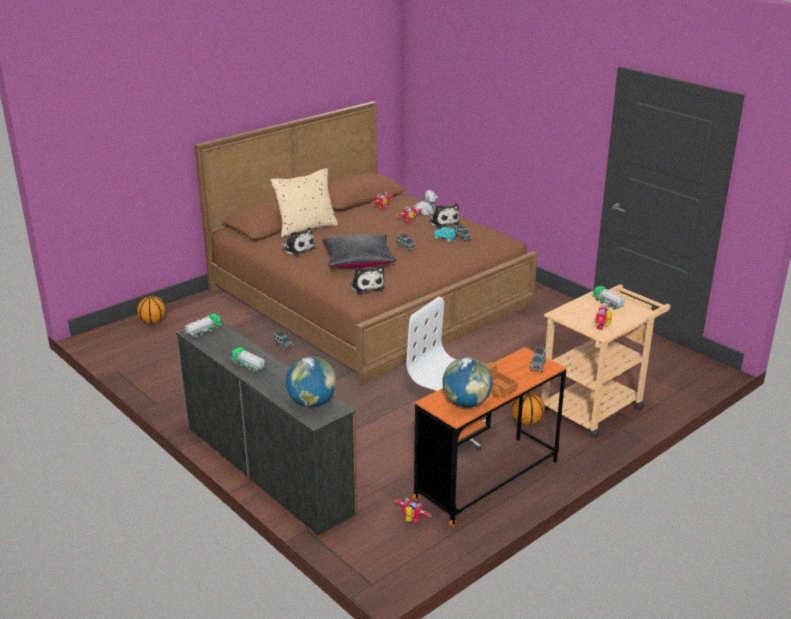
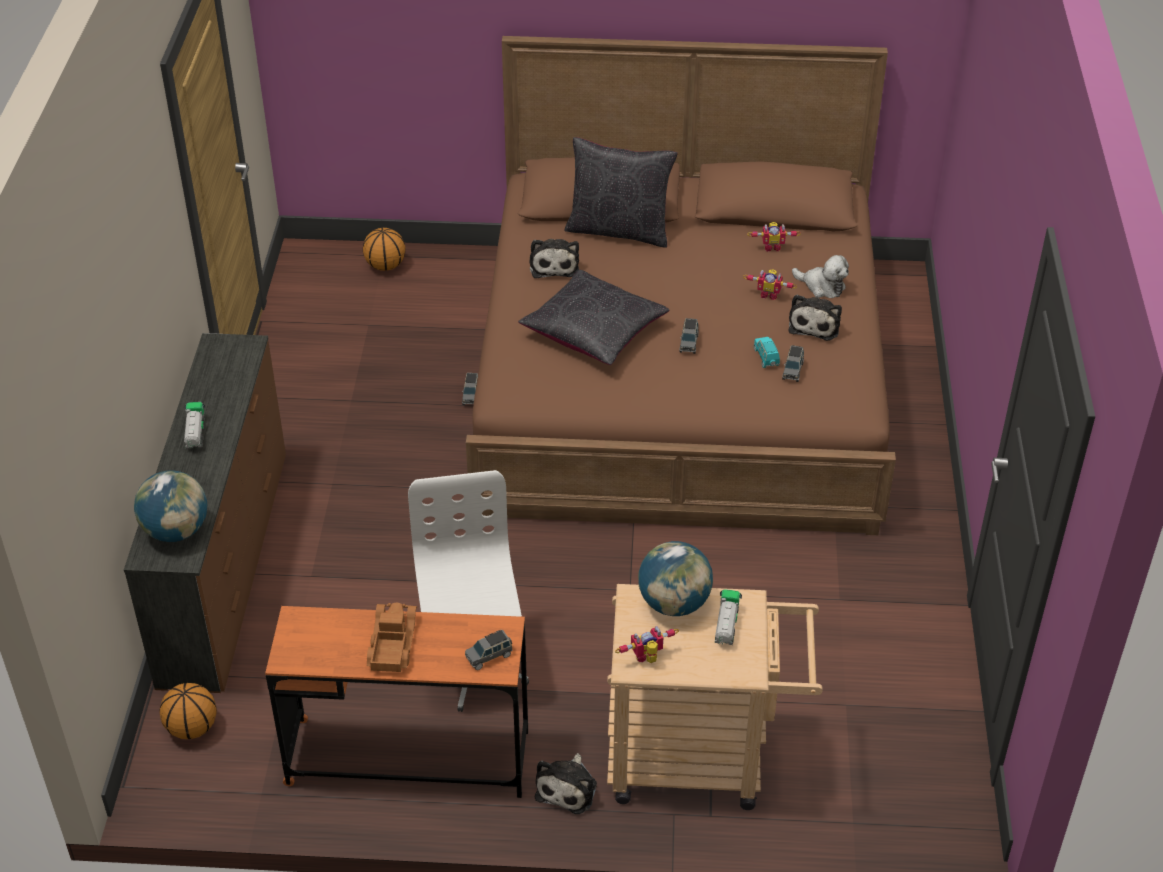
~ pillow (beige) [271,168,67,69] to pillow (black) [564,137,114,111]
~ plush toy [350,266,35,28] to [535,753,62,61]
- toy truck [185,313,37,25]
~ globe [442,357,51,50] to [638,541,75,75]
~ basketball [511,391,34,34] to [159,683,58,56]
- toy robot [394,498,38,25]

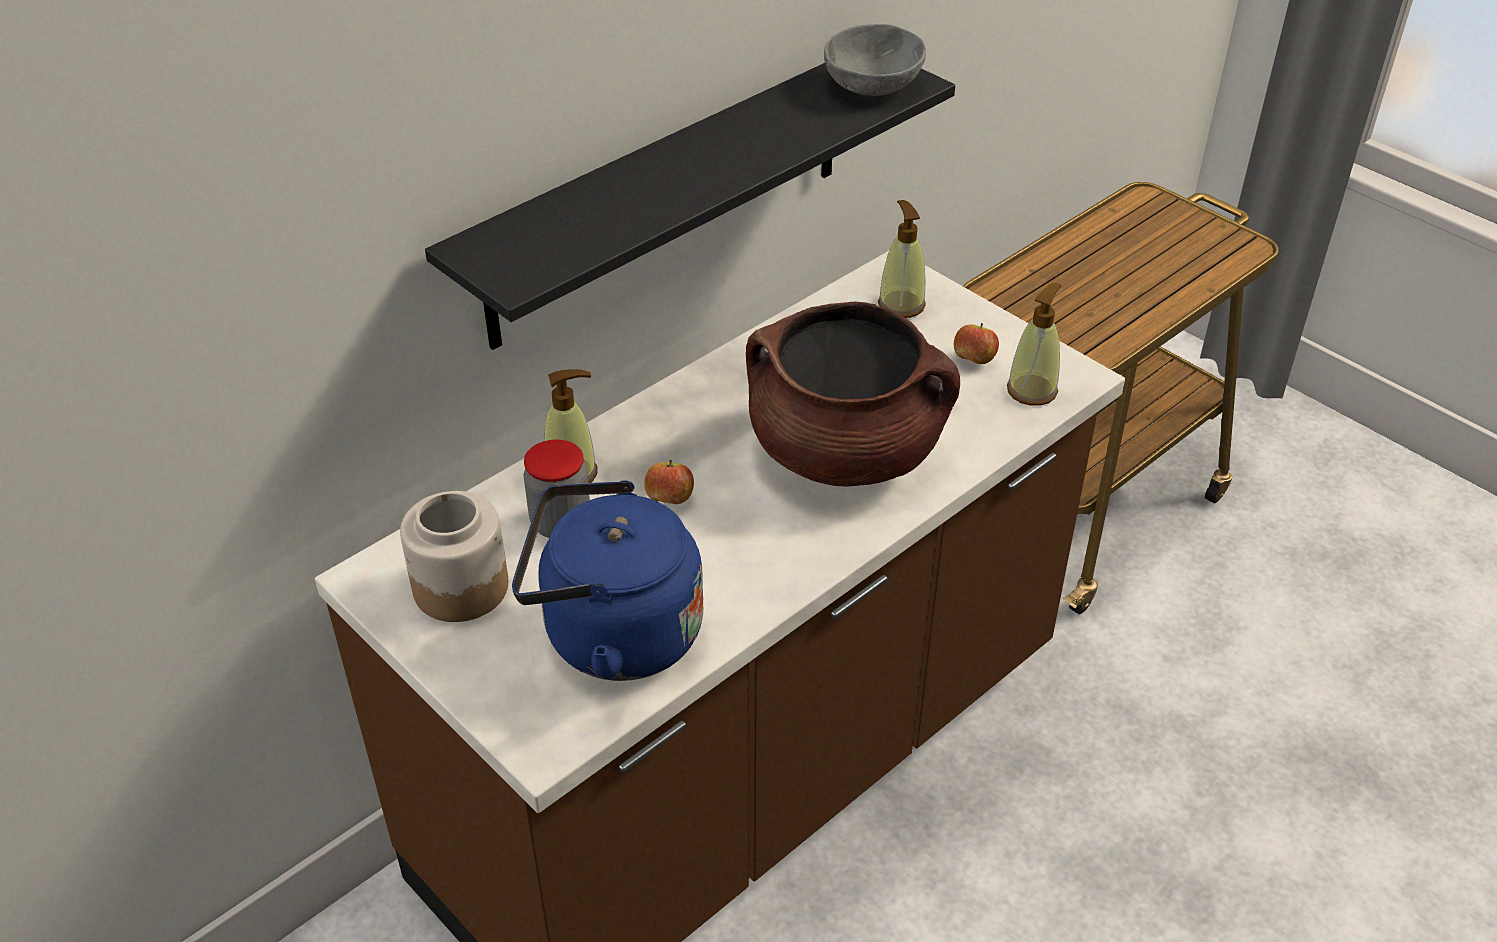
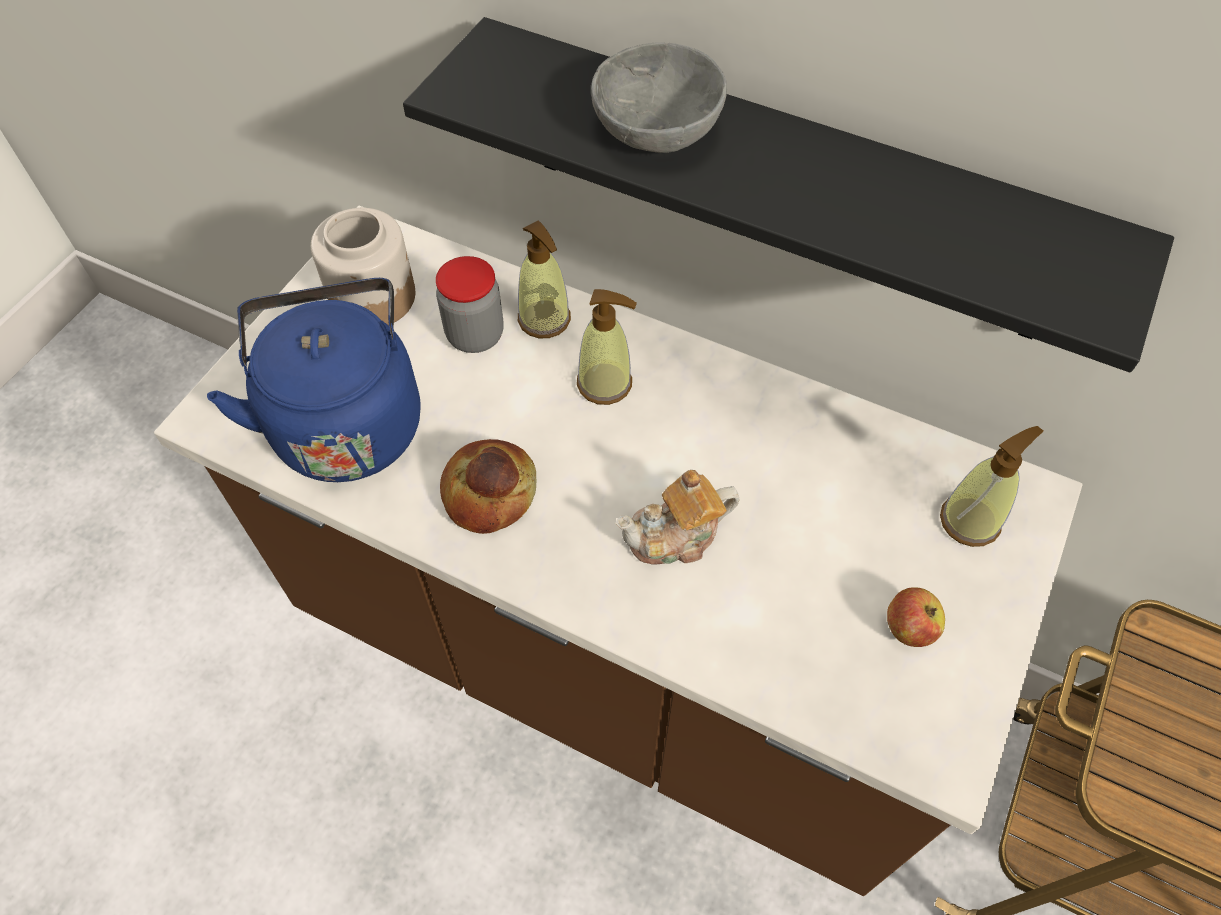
~ bowl (grey) [824,24,102,72] to [591,42,136,111]
~ soap dispenser [1007,283,55,123] to [577,289,60,116]
~ cooking pot (brown) [746,302,214,184] to teapot [615,470,124,95]
- apple [644,460,50,44]
+ bread [440,439,96,95]

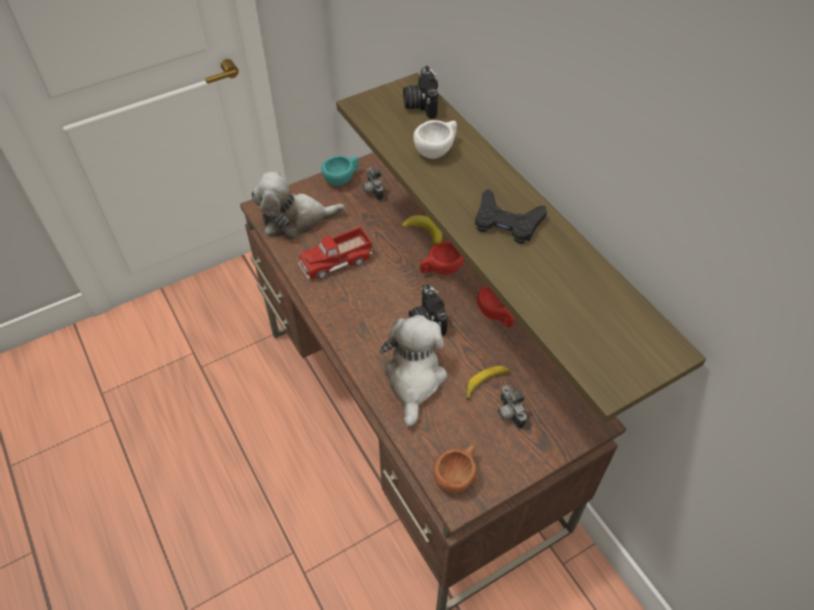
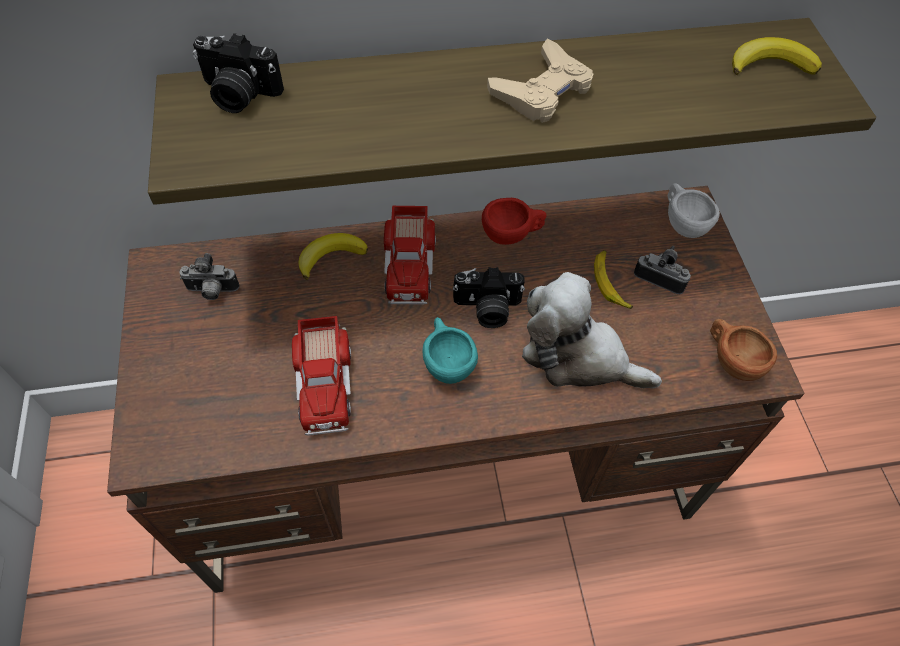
~ cup (white) [413,120,44,39] to [668,183,52,55]
~ cup (turquoise) [321,155,38,31] to [422,317,56,67]
- plush toy [251,172,94,67]
~ game controller (black) [475,189,72,55] to game controller (beige) [487,39,107,84]
~ cup (red) [420,242,44,33] to toy truck [384,206,52,99]
~ photo camera [498,385,29,44] = [634,246,57,48] 150 degrees counterclockwise
+ banana [732,37,90,38]

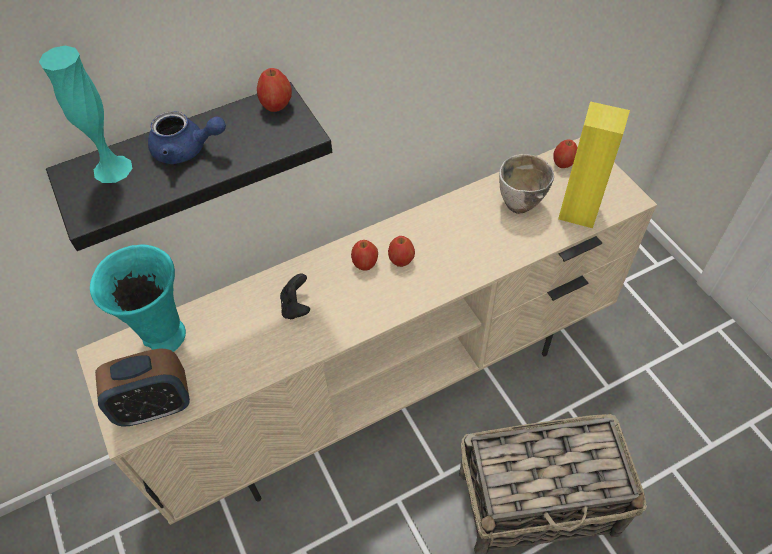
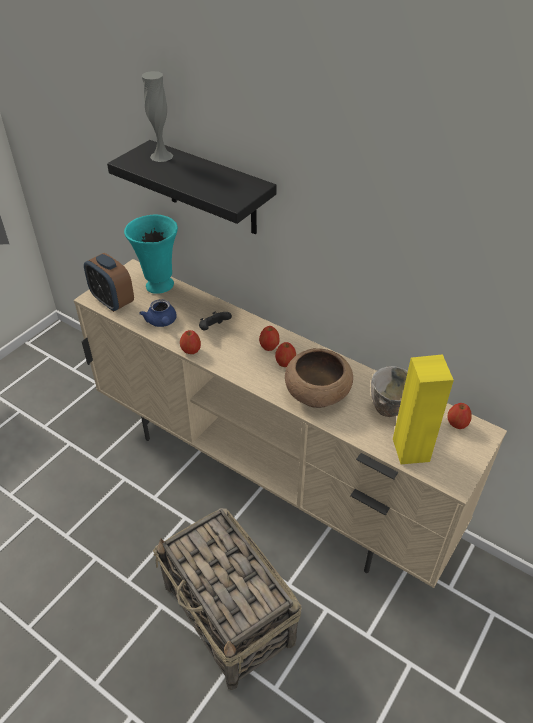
~ vase (turquoise) [39,46,93,137] to vase (grey) [142,71,31,91]
~ apple [257,68,35,44] to [180,330,21,24]
~ teapot (blue) [148,111,78,53] to [139,299,38,28]
+ bowl (brown) [285,348,68,60]

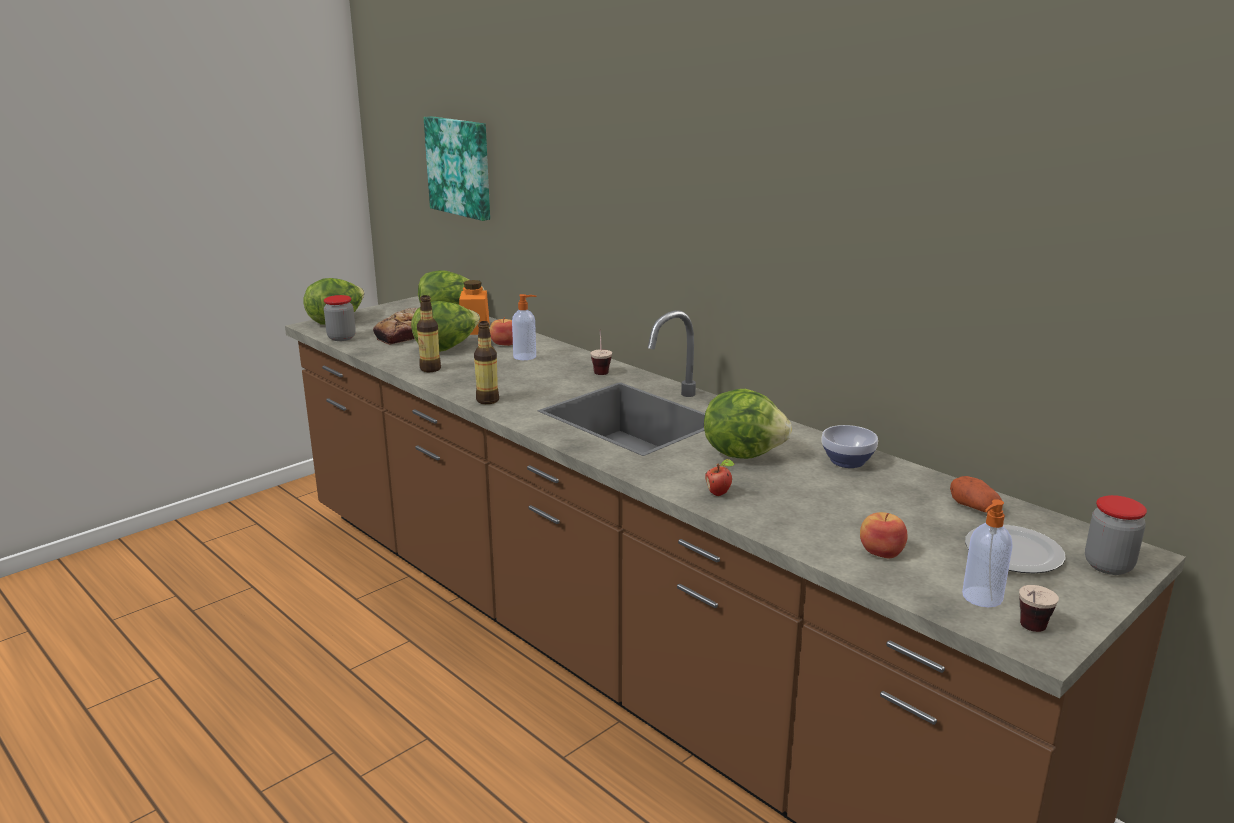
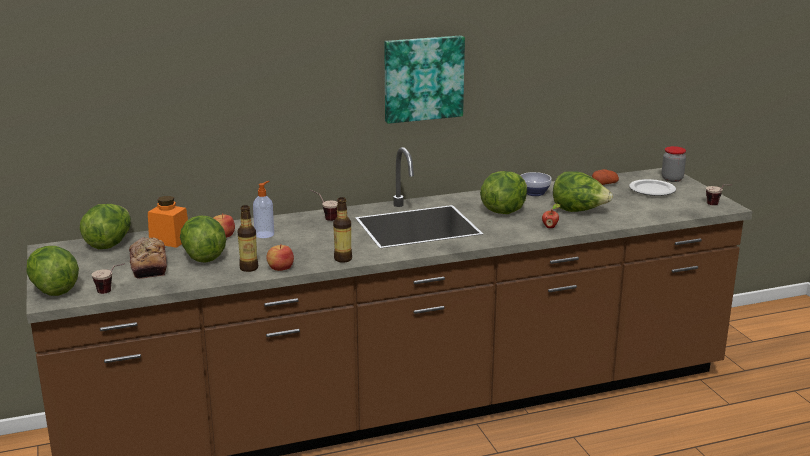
~ picture [423,116,67,105] to [384,36,81,88]
~ jar [324,295,32,46] to cup [92,263,33,31]
- soap dispenser [962,499,51,108]
~ apple [860,512,48,46] to [266,244,28,27]
+ lettuce [553,171,60,41]

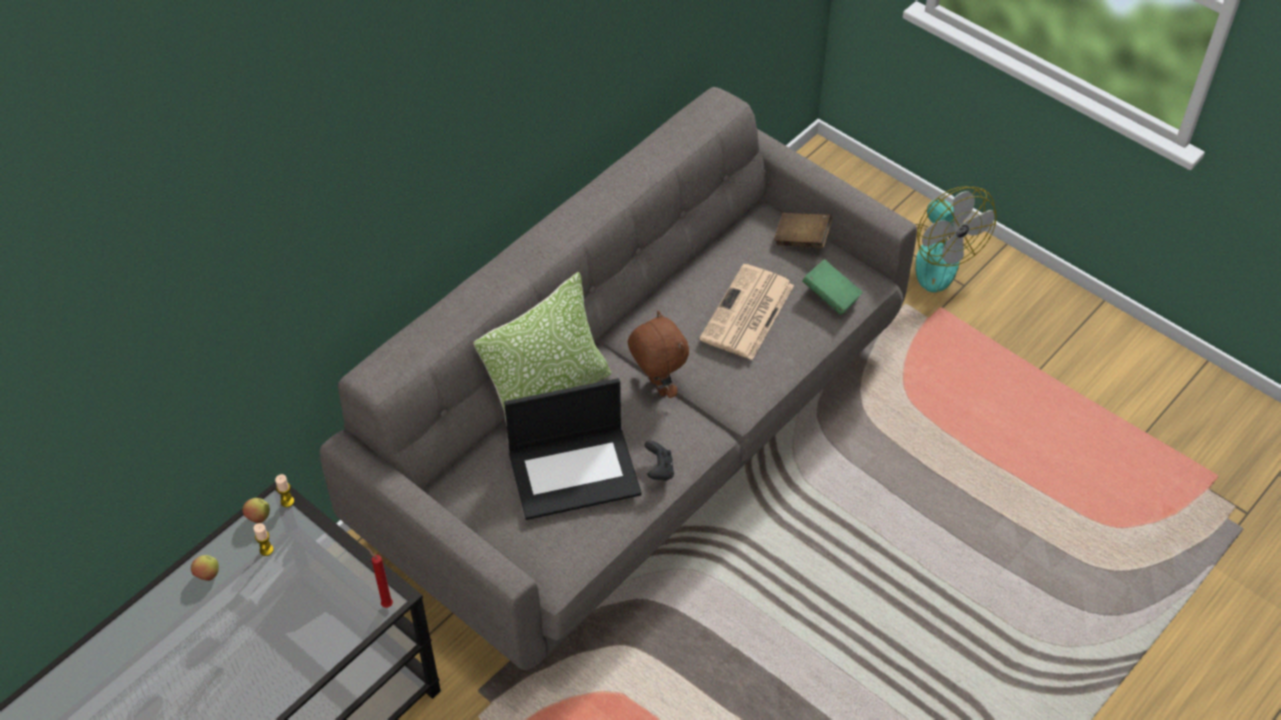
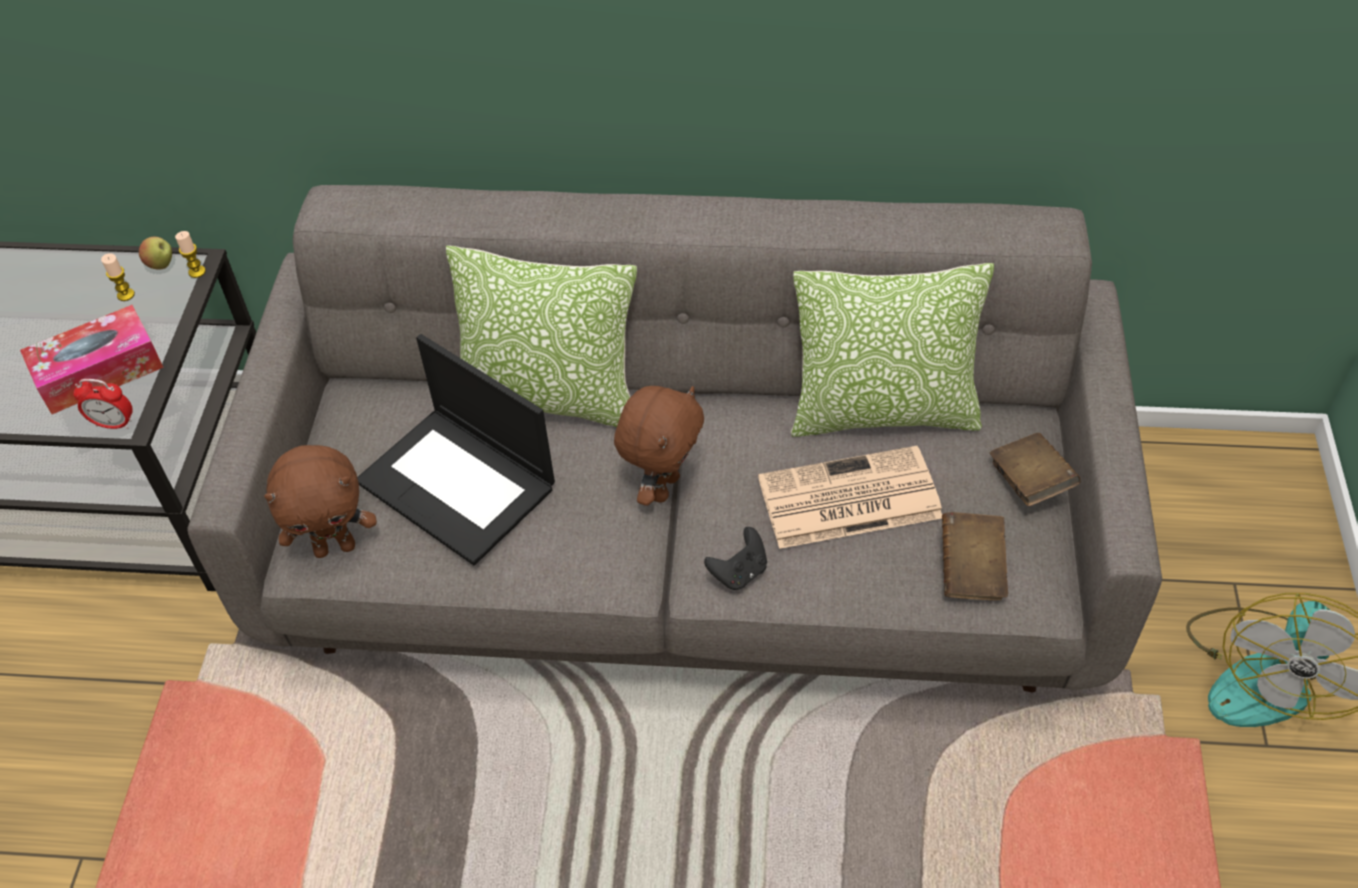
~ book (green) [802,259,61,56] to book (brown) [942,512,66,89]
~ game controller (black) [645,441,29,40] to [704,527,63,63]
~ candle (red) [368,548,25,60] to alarm clock [73,379,60,50]
- apple [191,555,28,26]
+ pillow [791,263,203,174]
+ tissue box [20,305,144,109]
+ plush toy (brown) [264,445,113,113]

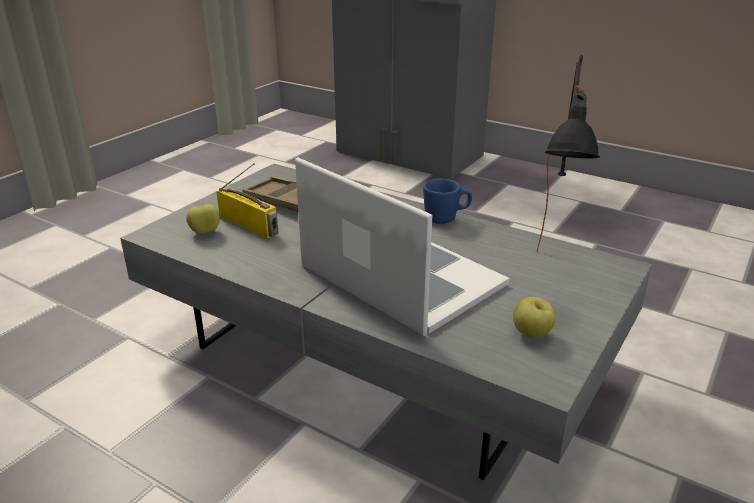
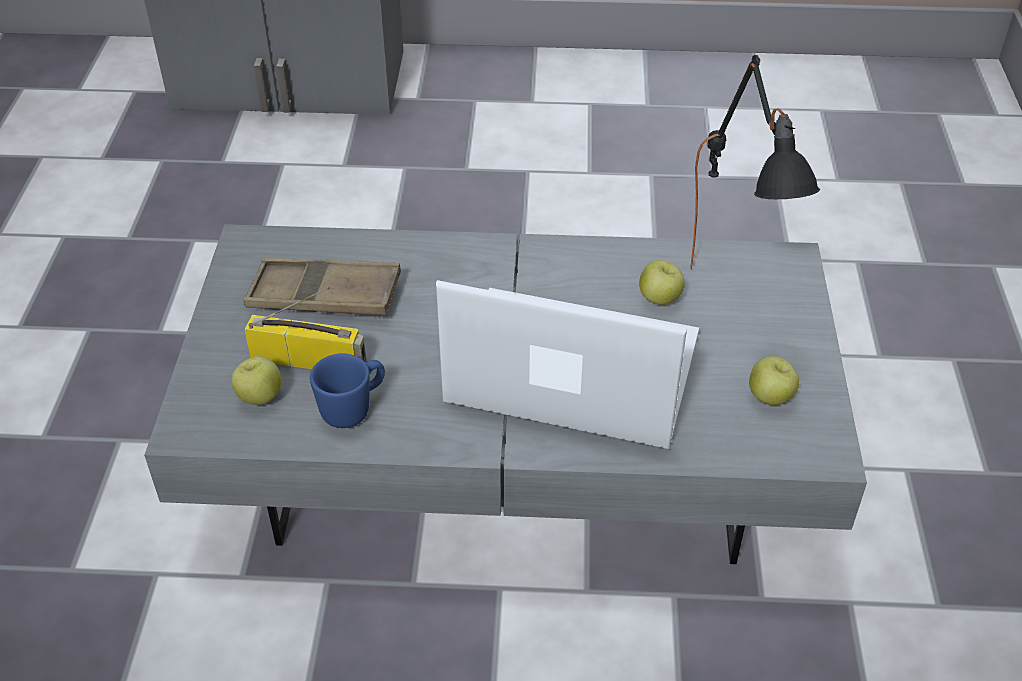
~ mug (blue) [423,179,49,45] to [310,353,75,75]
+ apple [639,260,46,45]

